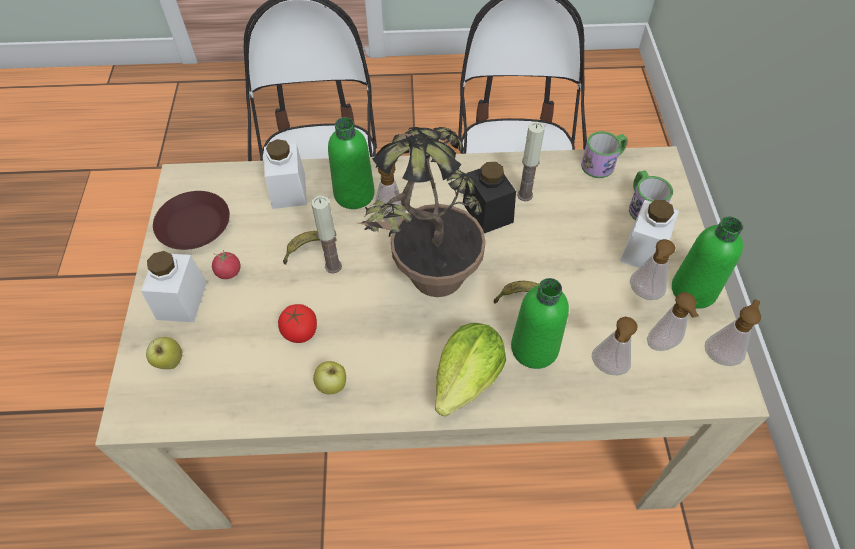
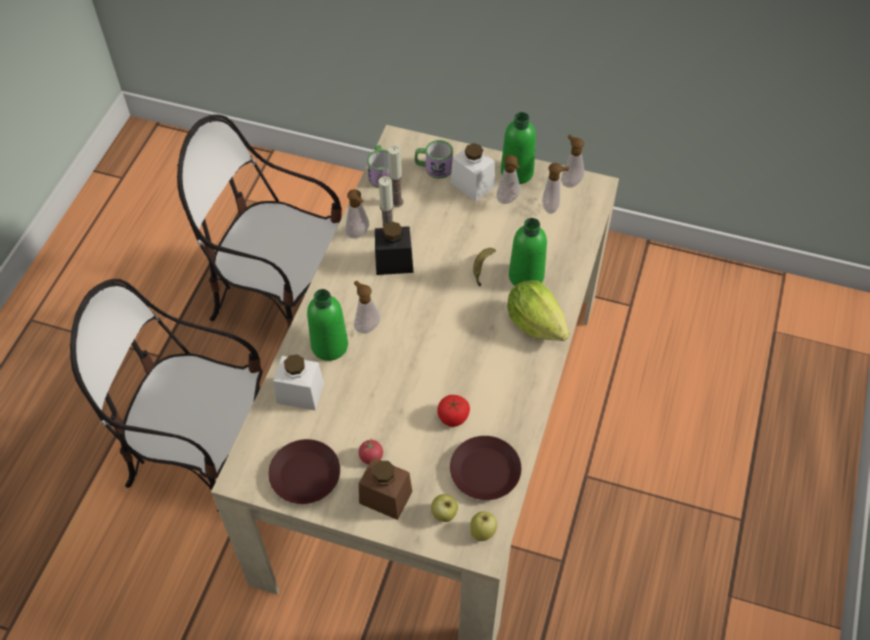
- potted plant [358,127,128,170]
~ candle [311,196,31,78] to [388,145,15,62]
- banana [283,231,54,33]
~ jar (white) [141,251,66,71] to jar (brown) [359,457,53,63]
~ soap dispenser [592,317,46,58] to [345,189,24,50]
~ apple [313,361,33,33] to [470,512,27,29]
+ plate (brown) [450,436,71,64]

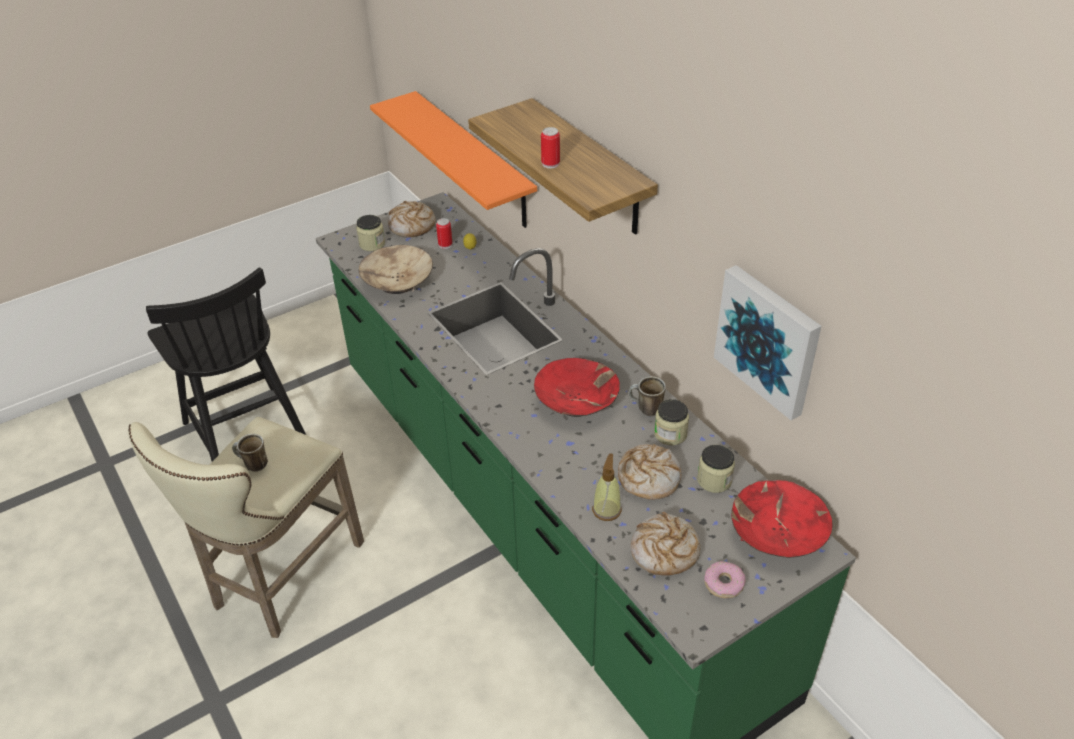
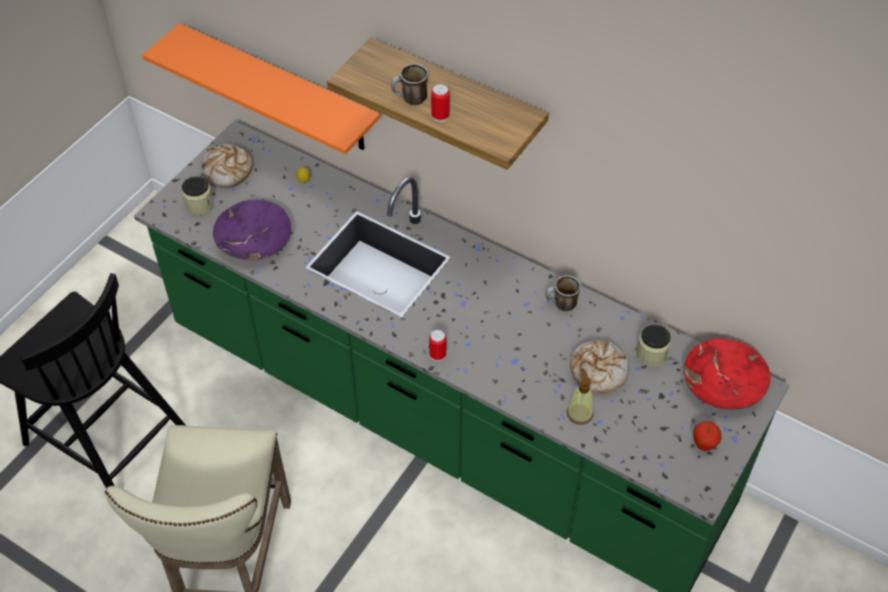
~ can [436,218,16,31] to [429,330,17,31]
~ bowl (beige) [359,245,74,49] to bowl (purple) [213,200,78,60]
- picture [714,265,108,155]
- bowl (red) [534,358,86,59]
- jar [654,399,35,46]
~ mug [232,434,36,38] to [391,63,37,42]
- bread [631,512,69,64]
~ donut [704,561,42,37] to apple [693,421,28,30]

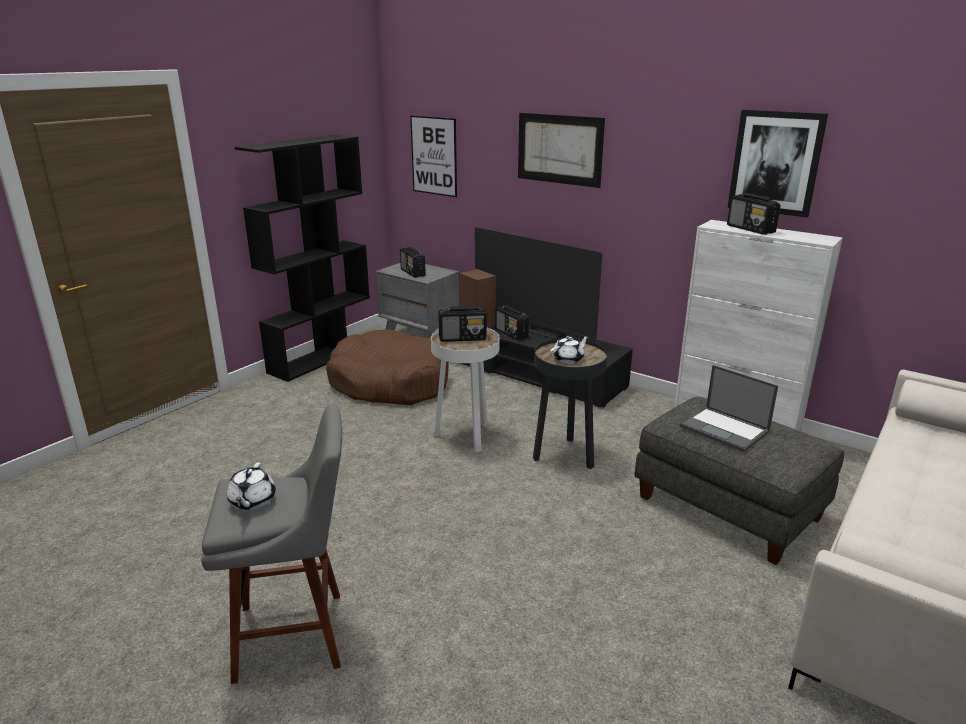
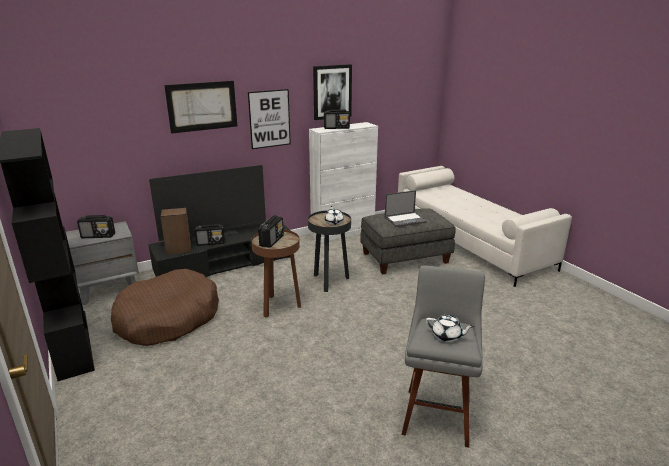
~ picture [410,115,47,82] to [248,89,43,60]
~ side table (white) [431,327,69,125] to side table (brown) [251,229,50,89]

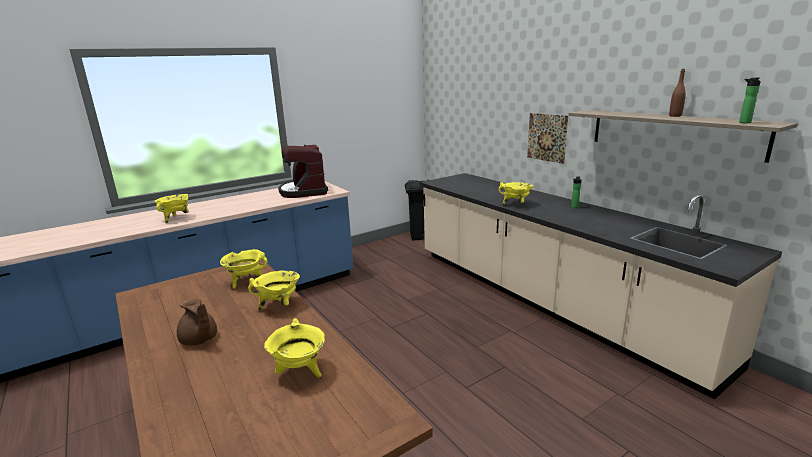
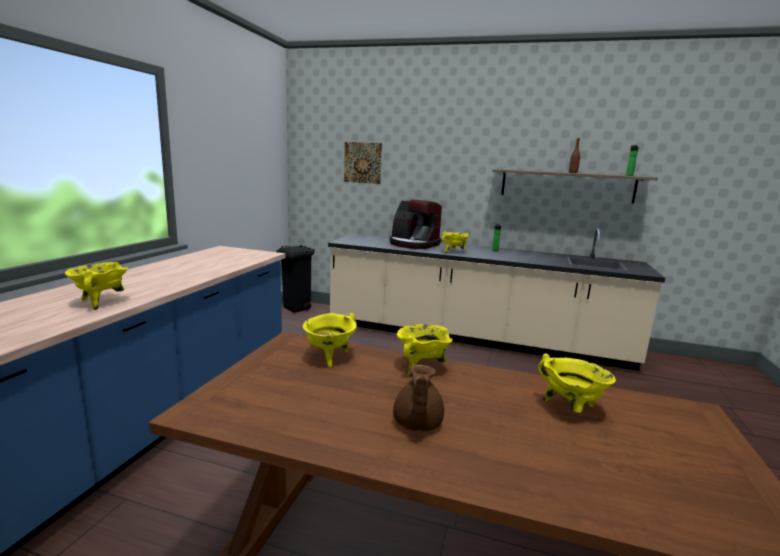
~ picture [527,113,41,51] to [344,142,38,42]
~ coffee machine [278,145,50,53] to [389,199,53,50]
~ teapot (brown) [177,299,40,47] = [393,365,51,66] 90 degrees clockwise

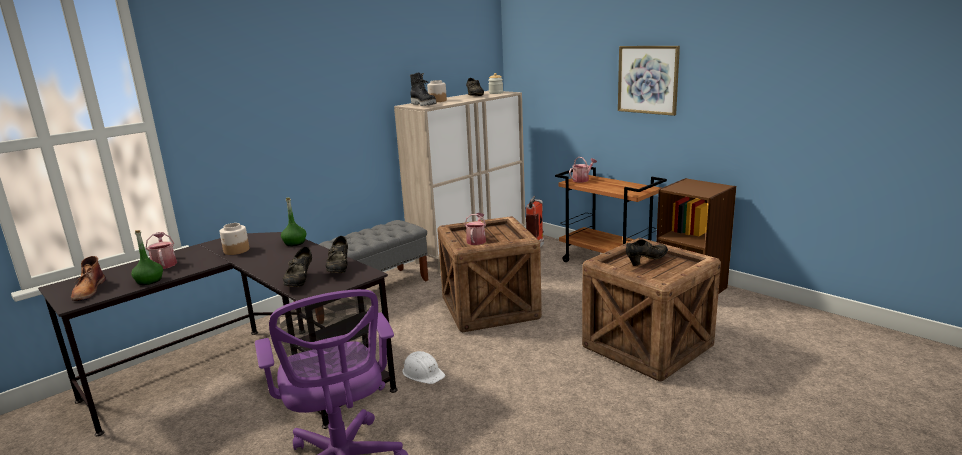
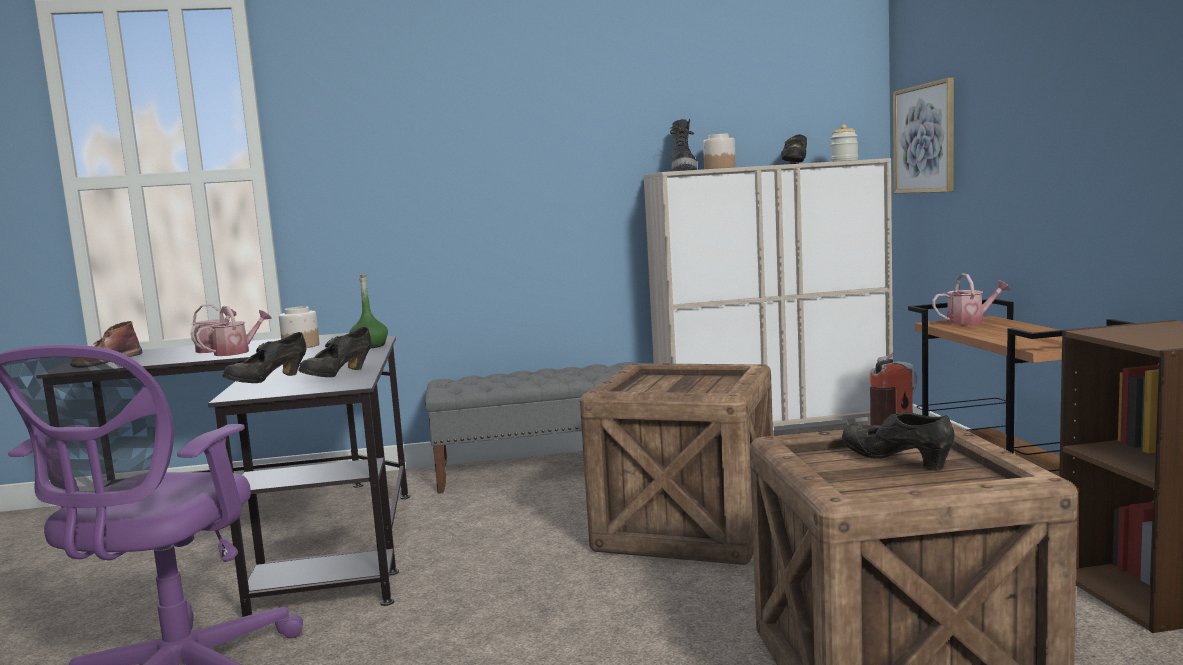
~ picture [618,46,62,70] to [893,77,61,116]
~ watering can [465,213,21,32] to [196,306,76,50]
- bottle (green) [131,230,32,55]
~ shoe (black) [626,239,42,27] = [842,412,113,59] 135 degrees counterclockwise
- hard hat (white) [402,351,43,33]

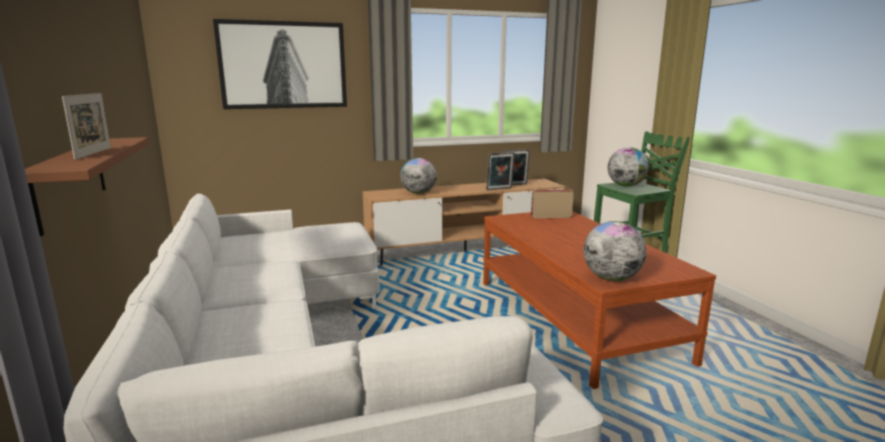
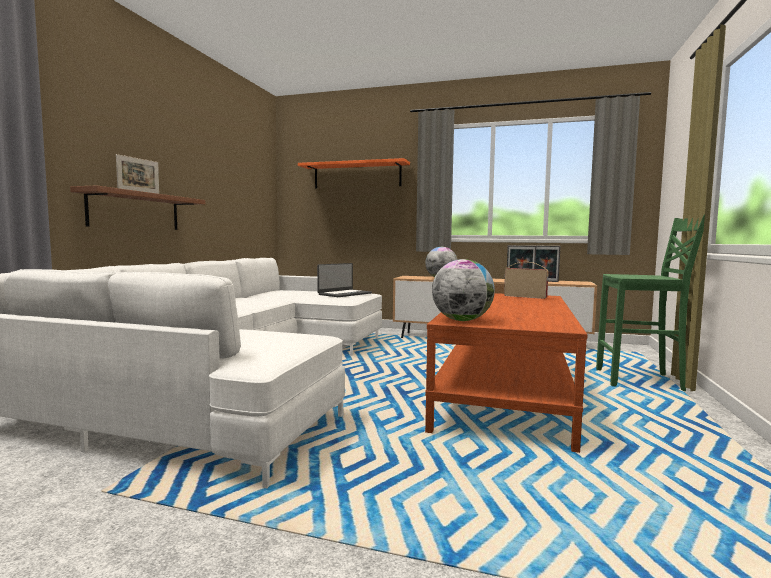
~ picture [213,19,134,90] to shelf (orange) [298,158,112,30]
- globe [608,147,41,39]
+ laptop [317,263,55,34]

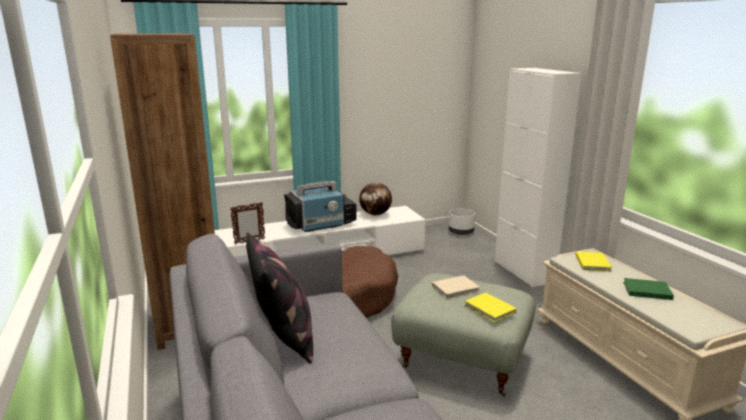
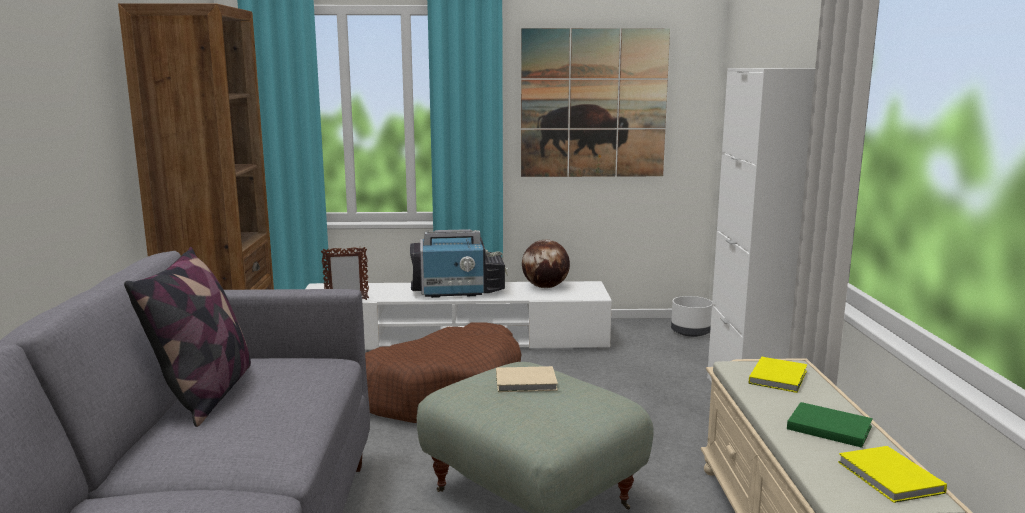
~ book (yellow) [465,293,52,29] to [838,446,109,57]
+ picture [521,28,149,149]

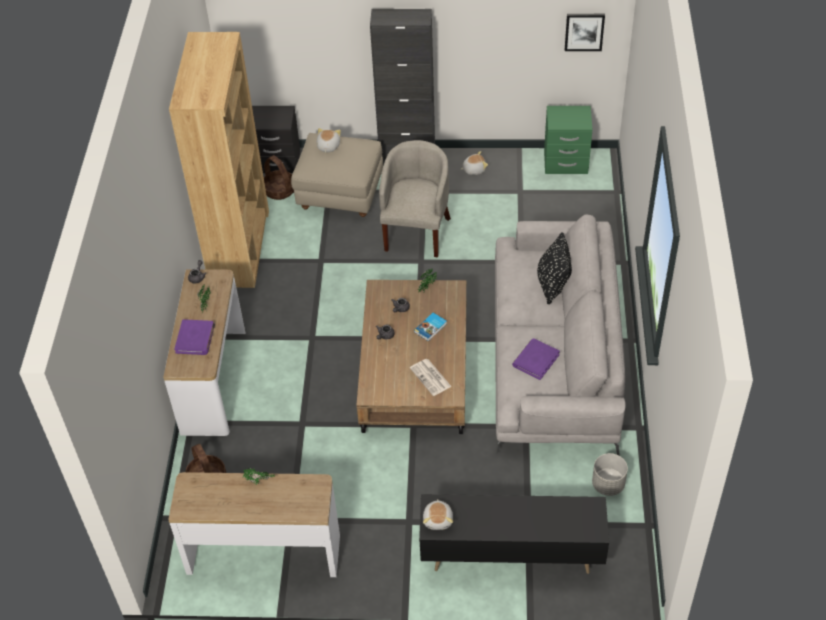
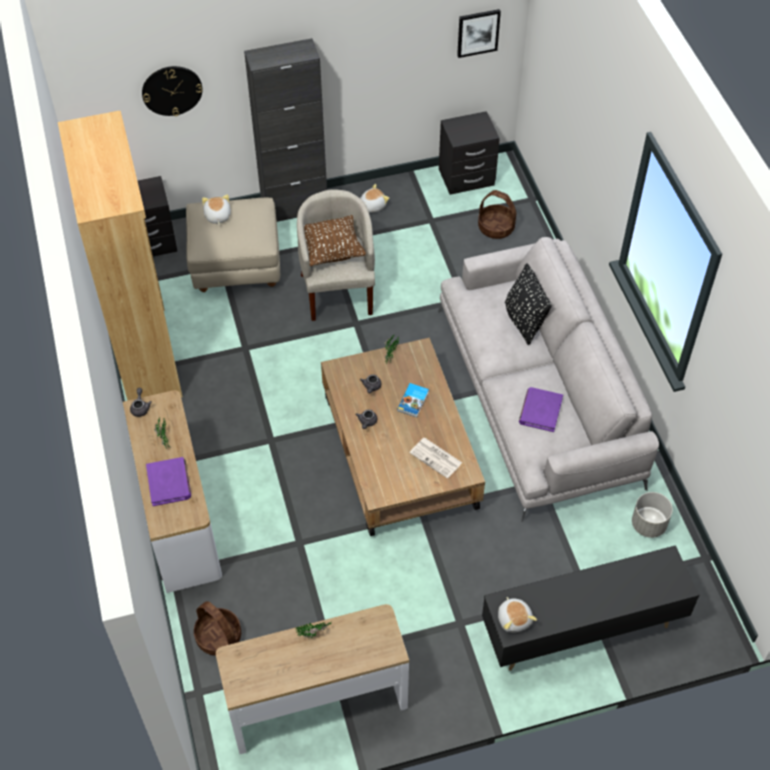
~ nightstand (green) [544,106,48,68] to nightstand (black) [439,111,61,84]
~ basket [264,155,30,45] to [478,190,38,49]
+ wall clock [142,66,61,50]
+ pillow (brown) [304,215,62,51]

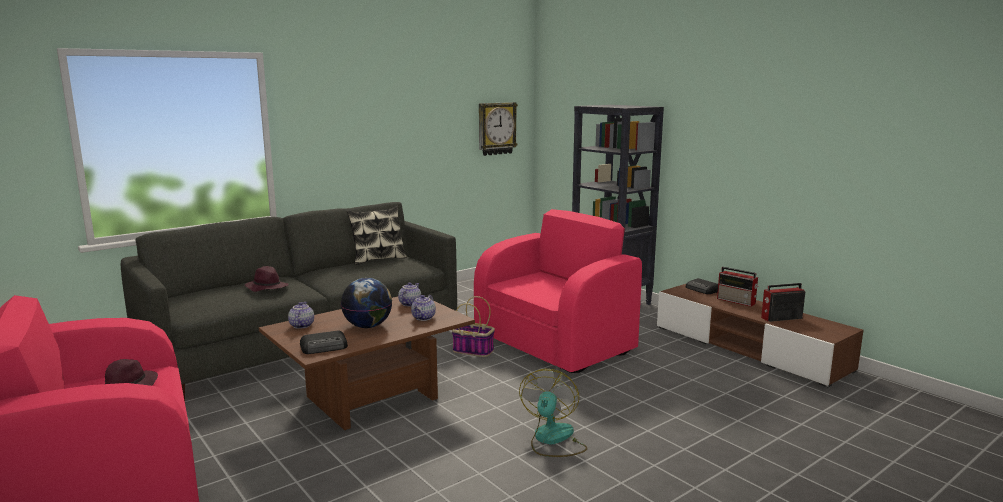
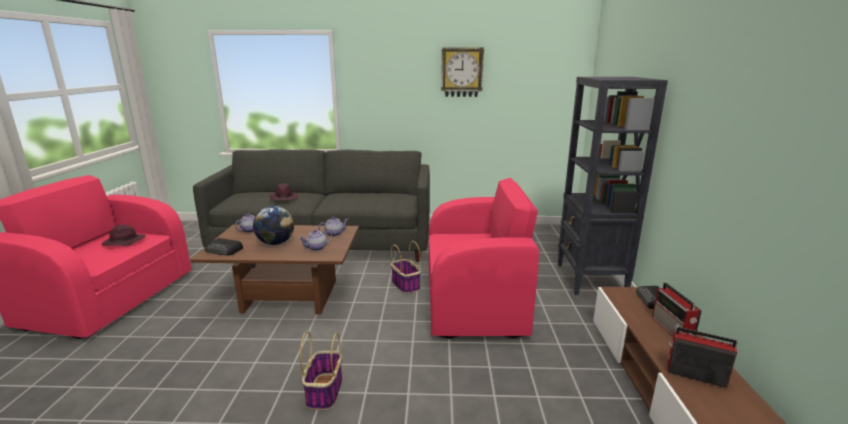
~ wall clock [479,102,39,54] to [441,47,43,50]
- pillow [347,206,60,59]
~ fan [519,369,68,88] to basket [300,331,42,79]

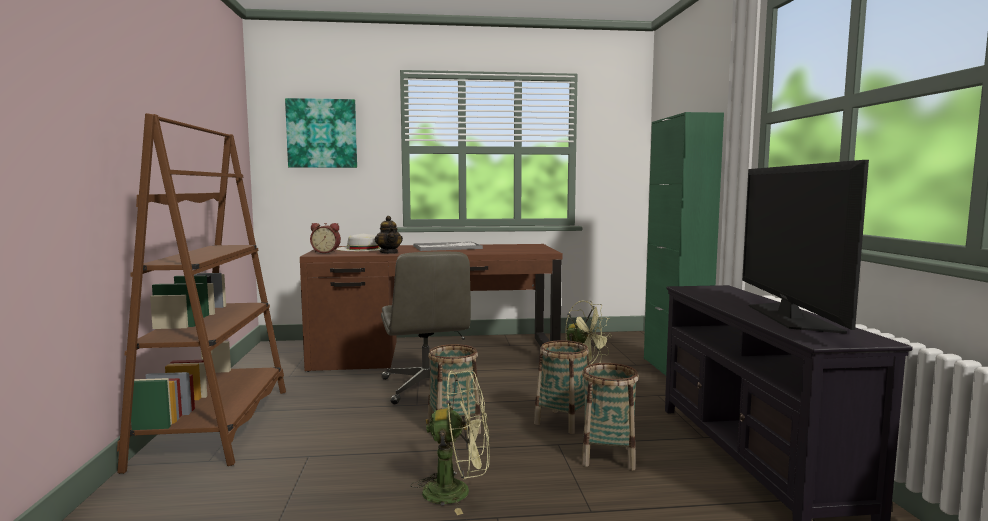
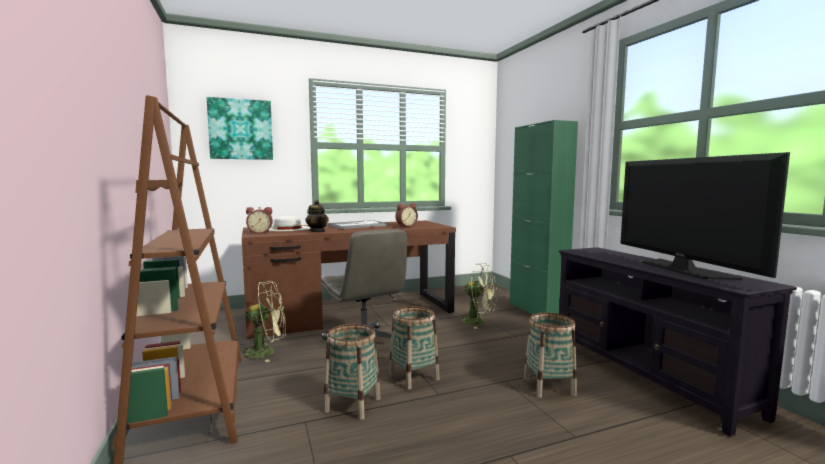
~ basket [534,340,55,94] to [323,324,57,96]
~ fan (green) [411,370,79,145] to [241,281,45,81]
+ alarm clock [395,203,23,24]

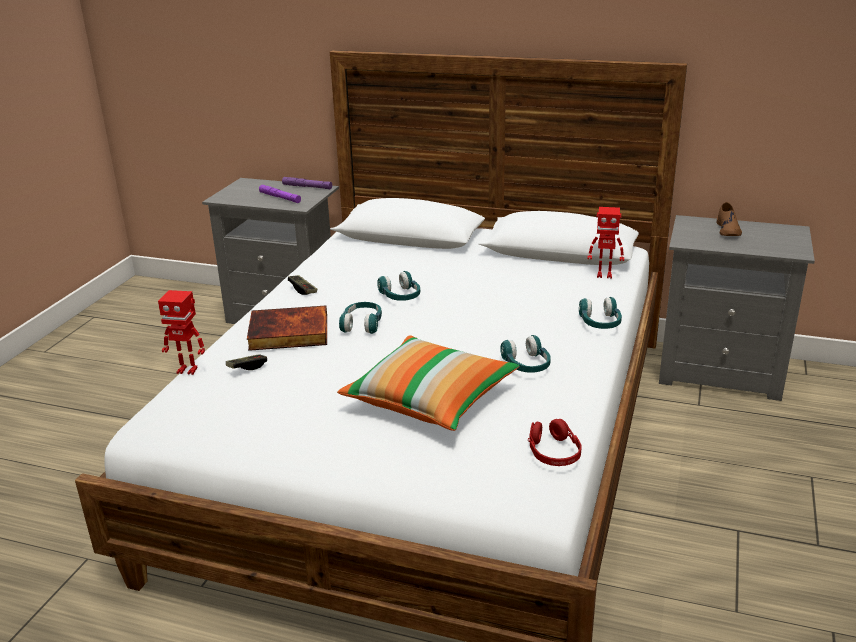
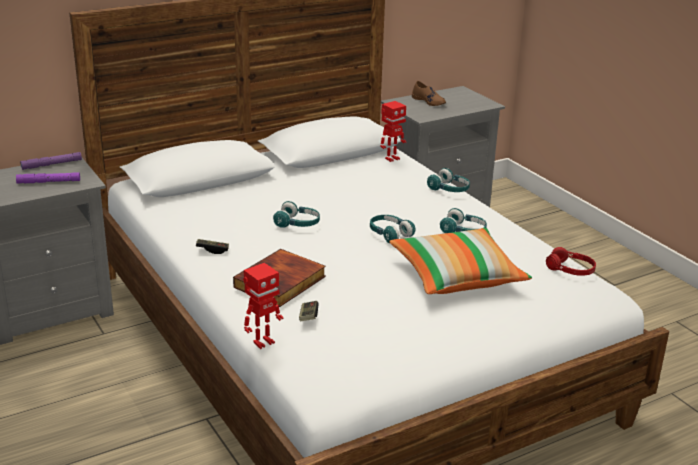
~ headphones (turquoise) [339,302,43,32] to [370,215,45,28]

